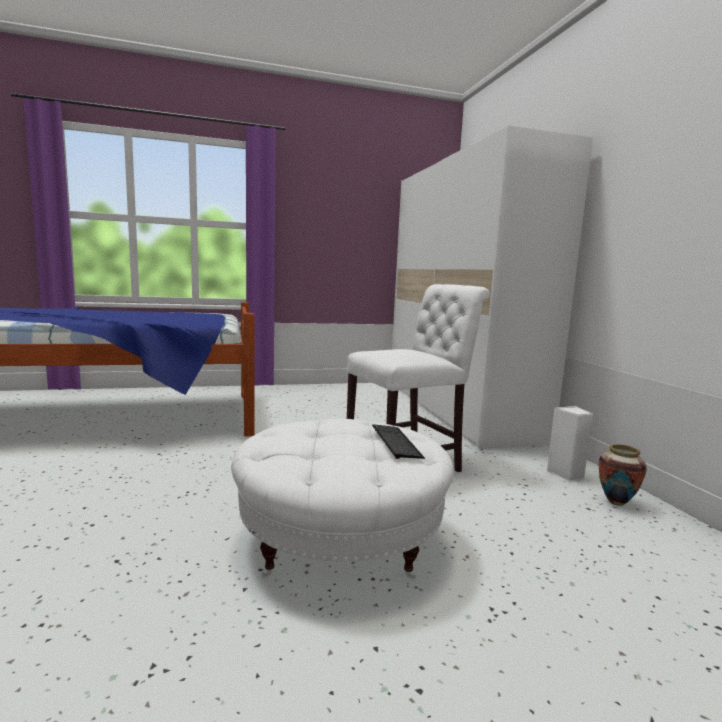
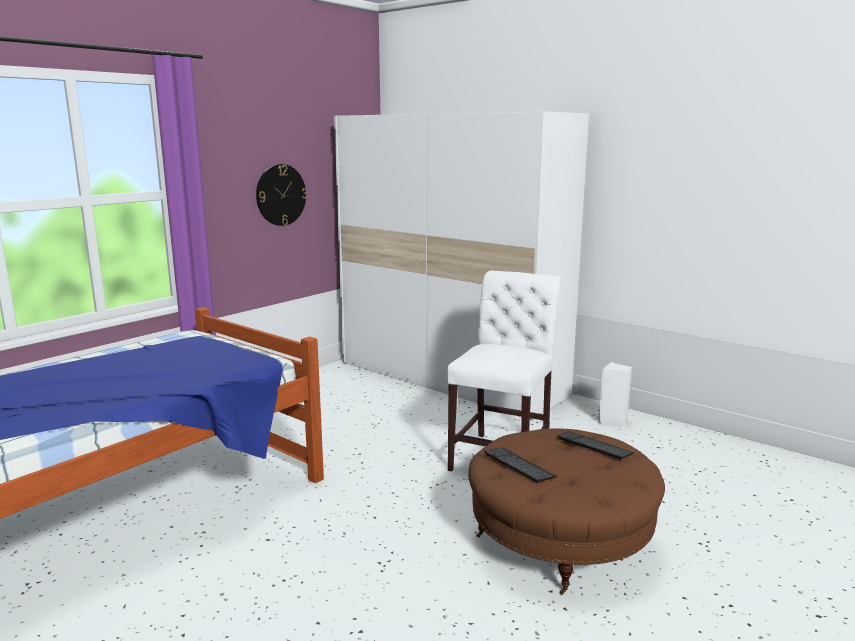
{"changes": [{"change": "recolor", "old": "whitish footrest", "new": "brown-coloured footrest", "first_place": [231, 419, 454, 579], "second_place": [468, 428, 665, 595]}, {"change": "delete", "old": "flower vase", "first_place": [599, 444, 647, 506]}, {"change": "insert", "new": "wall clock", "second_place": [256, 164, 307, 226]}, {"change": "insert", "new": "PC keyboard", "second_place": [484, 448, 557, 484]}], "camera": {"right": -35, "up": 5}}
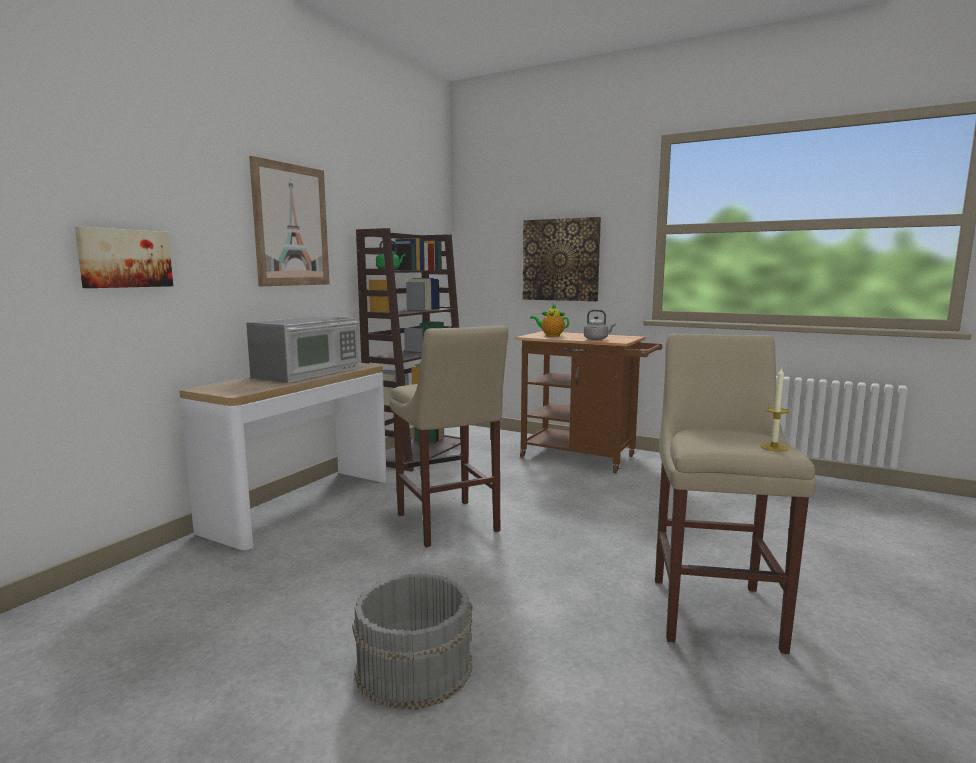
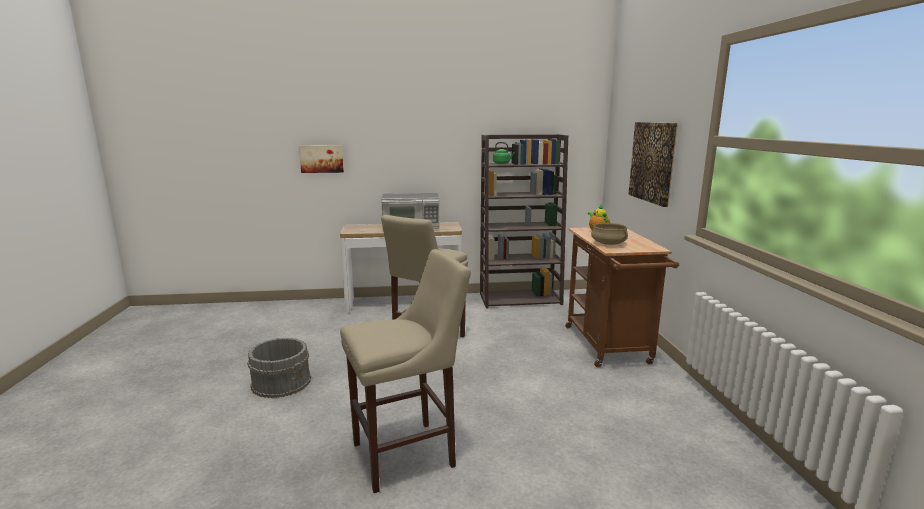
{"changes": [{"change": "delete", "old": "wall art", "first_place": [249, 156, 330, 286]}, {"change": "replace", "old": "grey water kettle", "new": "beige-coloured cooking pot", "first_place": [584, 310, 616, 340], "second_place": [591, 223, 628, 245]}, {"change": "delete", "old": "wax candle", "first_place": [760, 367, 790, 452]}], "camera": {"right": 55, "up": 5}}
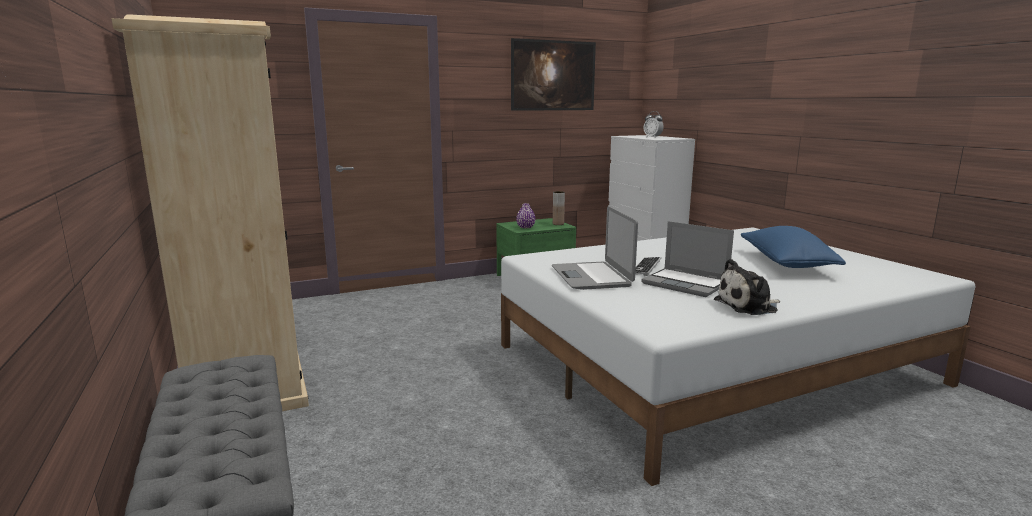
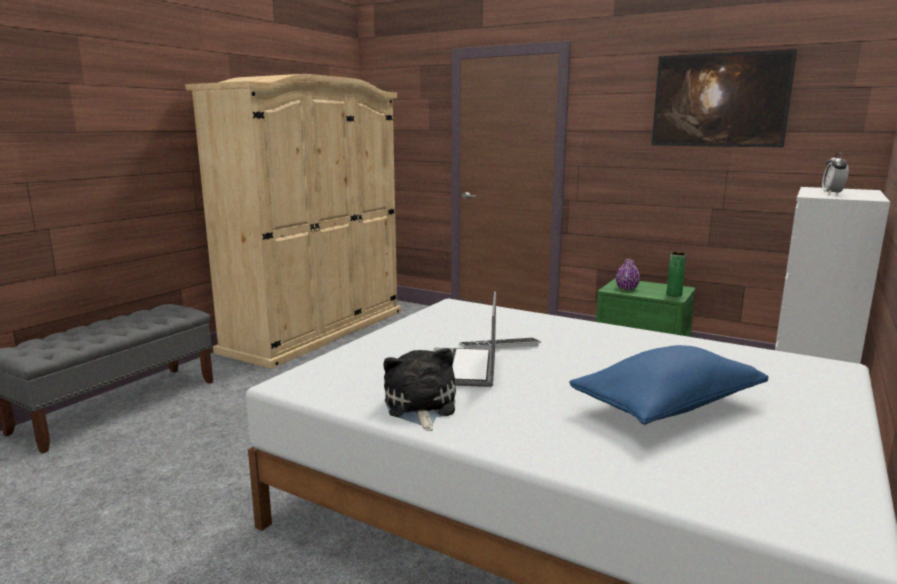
{"changes": [{"change": "delete", "old": "portable computer", "first_place": [552, 206, 638, 290]}, {"change": "recolor", "old": "brown-coloured flower vase", "new": "green flower vase", "first_place": [553, 191, 565, 225], "second_place": [666, 252, 686, 297]}, {"change": "rotate", "old": "cuddly toy", "first_place": [714, 259, 780, 315], "second_place": [383, 348, 456, 431], "degrees": 45}], "camera": {"right": 55, "up": 0}}
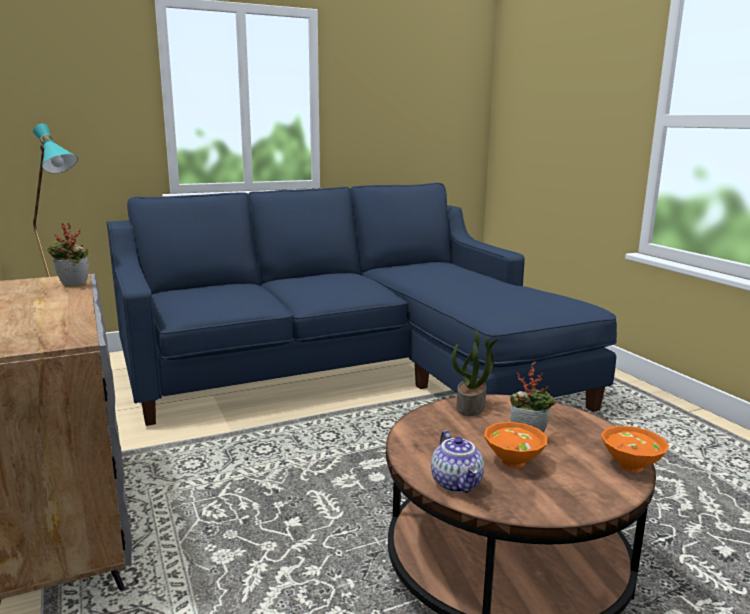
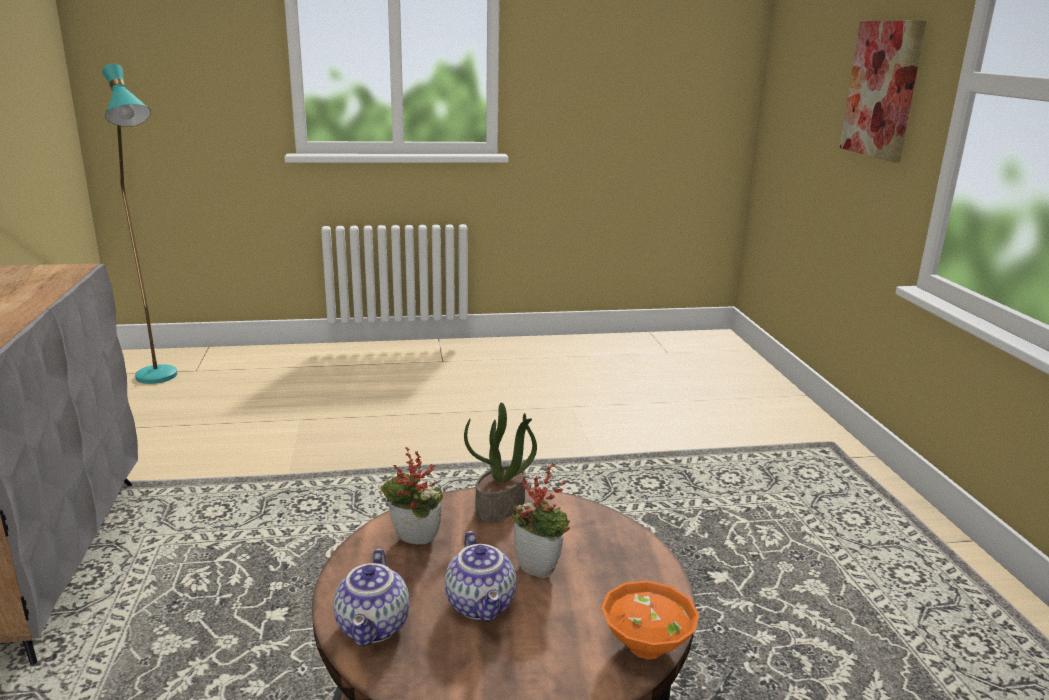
{"changes": [{"change": "move", "old": "plant in a pot", "first_place": [46, 222, 89, 286], "second_place": [380, 447, 443, 544]}, {"change": "delete", "old": "bluish sofa", "first_place": [107, 183, 617, 426]}, {"change": "replace", "old": "orange-coloured serving bowl", "new": "tea pot", "first_place": [484, 422, 547, 468], "second_place": [445, 531, 516, 622]}, {"change": "insert", "new": "wall art", "second_place": [840, 20, 927, 162]}], "camera": {"right": 15, "up": 5}}
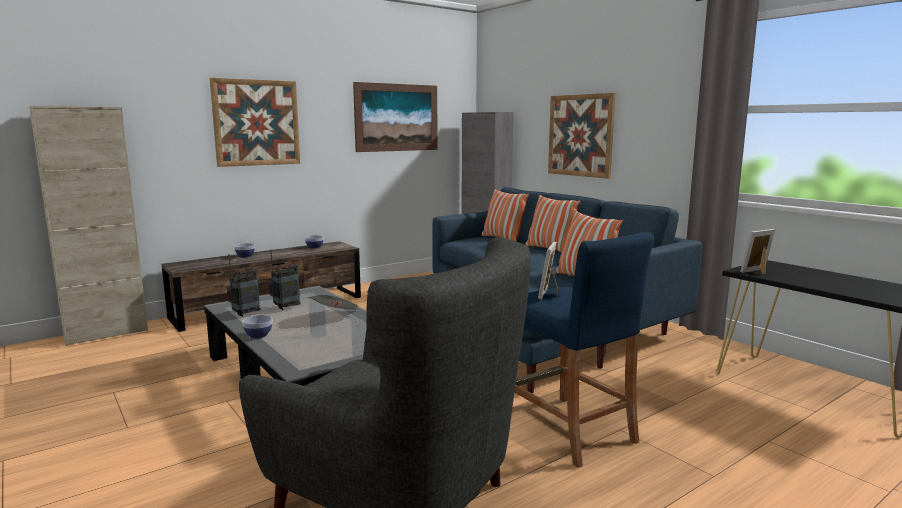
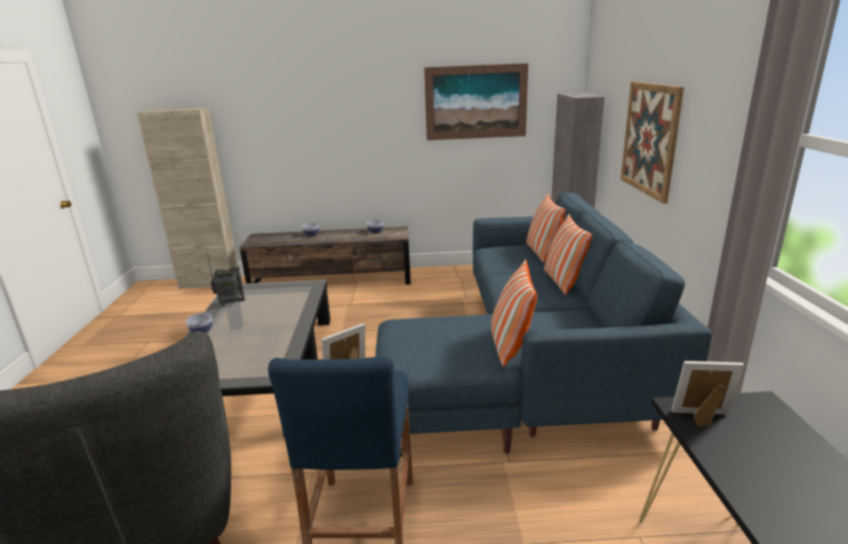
{"changes": [{"change": "delete", "old": "wall art", "first_place": [210, 78, 300, 167]}, {"change": "delete", "old": "radio receiver", "first_place": [269, 249, 301, 310]}, {"change": "delete", "old": "daily paper", "first_place": [308, 295, 359, 310]}], "camera": {"right": 35, "up": 10}}
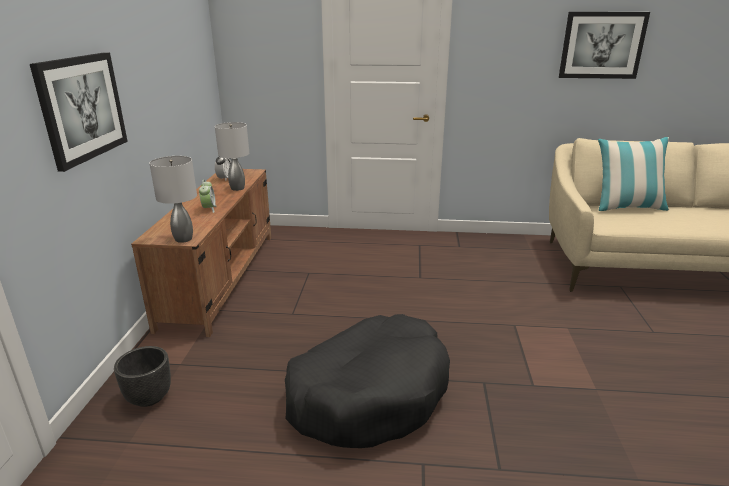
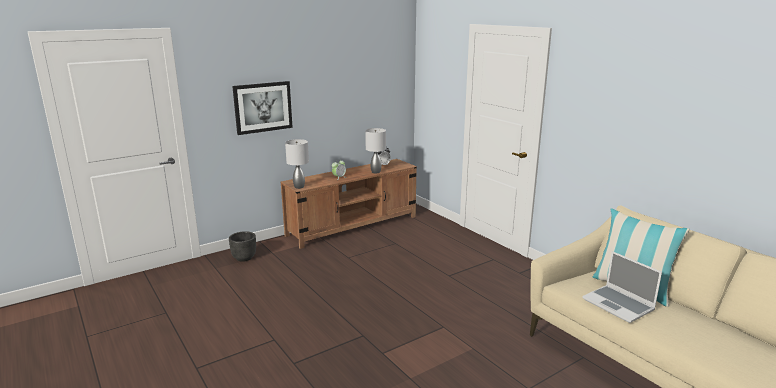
{"changes": [{"change": "delete", "old": "black-coloured dog cushion", "first_place": [285, 314, 450, 448]}, {"change": "delete", "old": "wall art", "first_place": [559, 12, 650, 79]}, {"change": "insert", "new": "portable computer", "second_place": [582, 251, 662, 323]}], "camera": {"right": 50, "up": -5}}
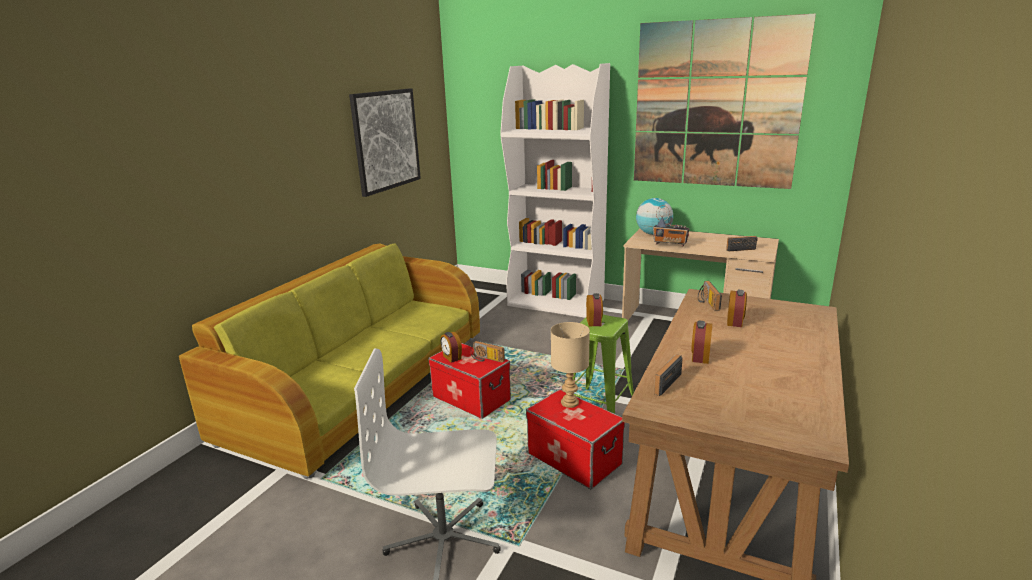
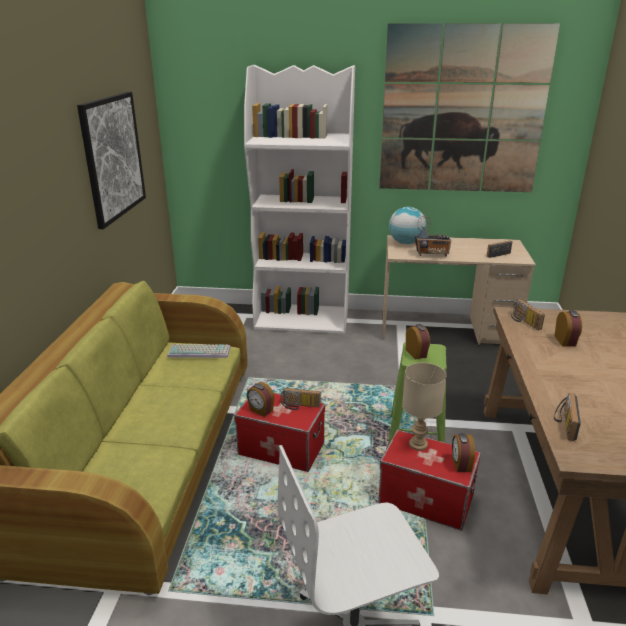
{"changes": [{"change": "move", "old": "table clock", "first_place": [691, 320, 712, 364], "second_place": [452, 433, 475, 472]}, {"change": "insert", "new": "PC keyboard", "second_place": [167, 344, 231, 358]}], "camera": {"right": -20, "up": 5}}
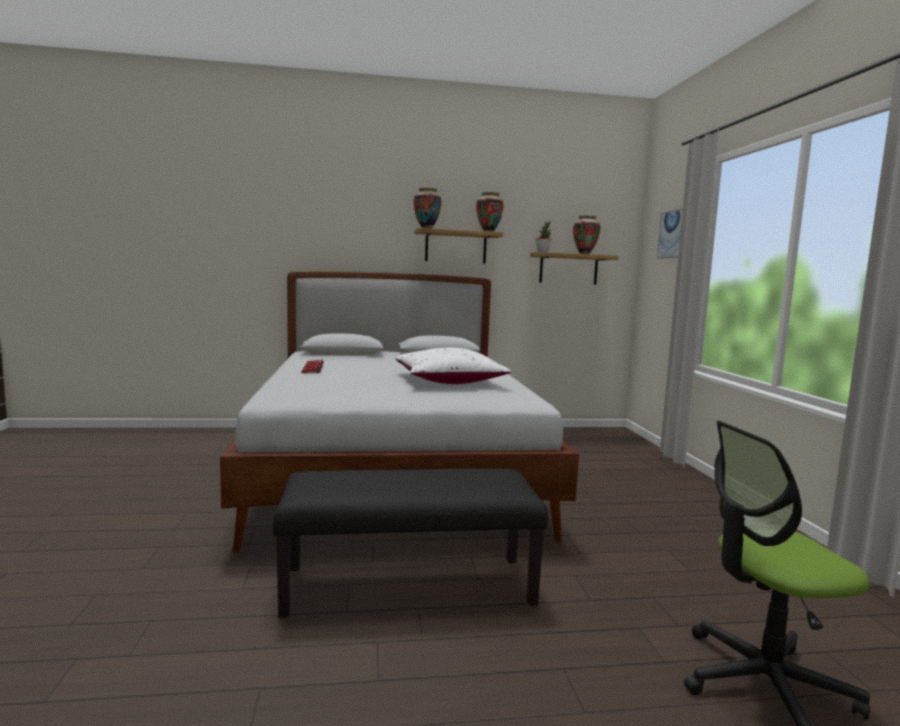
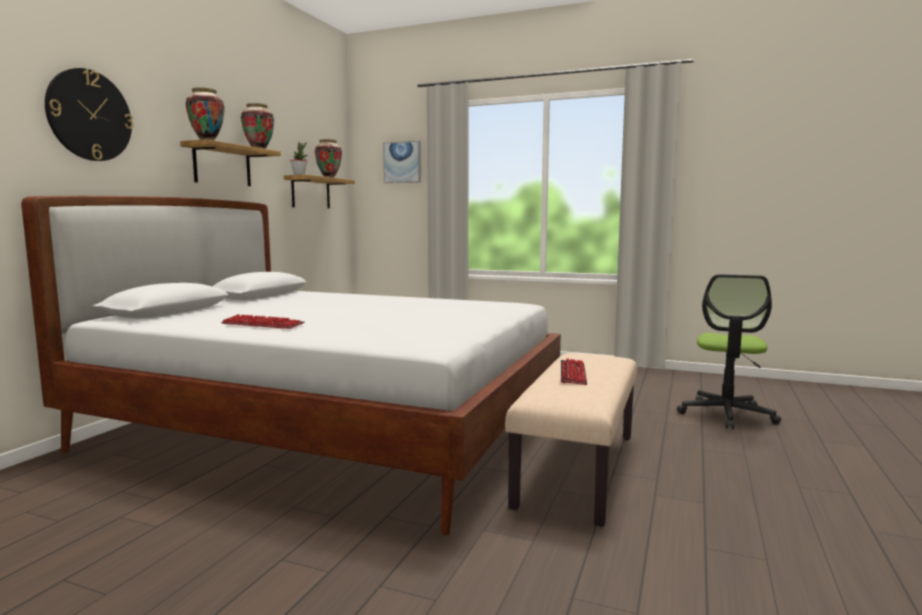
{"changes": [{"change": "recolor", "old": "black-coloured bench", "new": "beige-coloured bench", "first_place": [273, 469, 548, 618], "second_place": [505, 353, 637, 527]}, {"change": "delete", "old": "whitish pillow", "first_place": [395, 348, 512, 384]}, {"change": "insert", "new": "wall clock", "second_place": [45, 68, 133, 161]}, {"change": "insert", "new": "PC keyboard", "second_place": [561, 358, 587, 385]}], "camera": {"right": -60, "up": 0}}
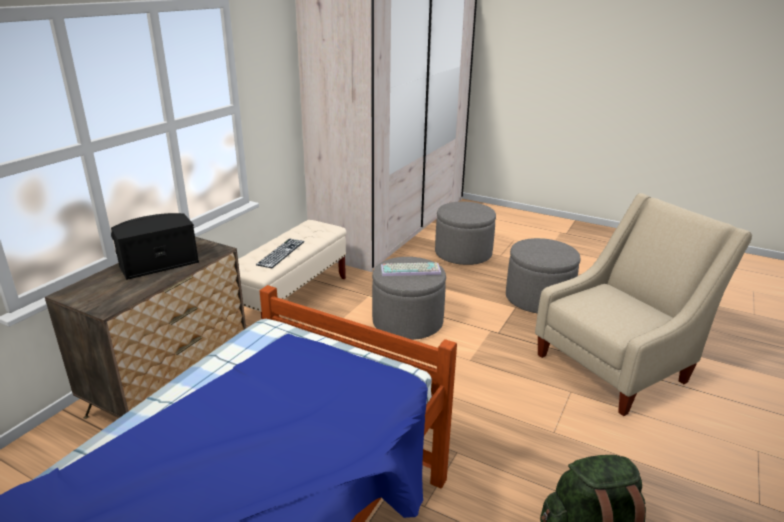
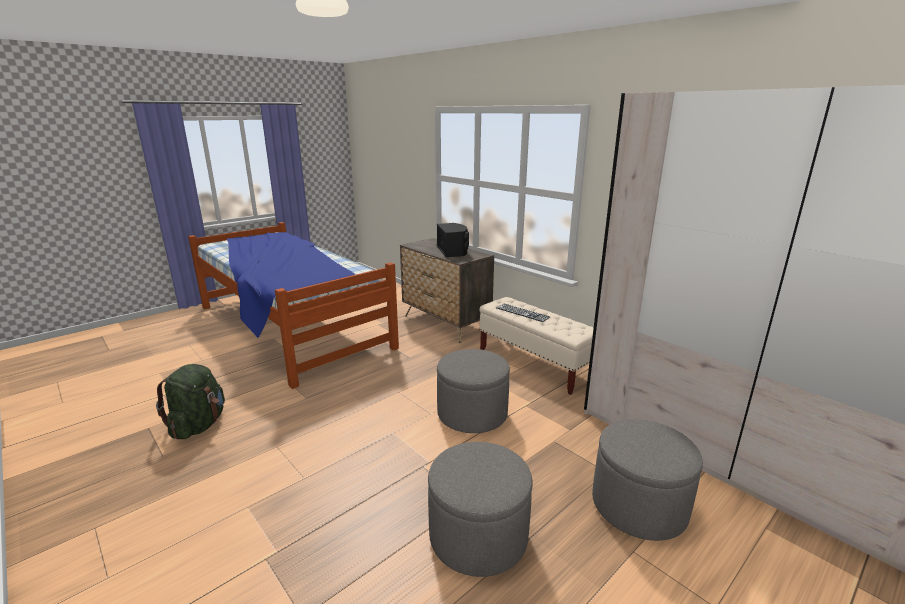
{"changes": [{"change": "delete", "old": "PC keyboard", "first_place": [381, 262, 441, 276]}, {"change": "delete", "old": "beige-coloured armchair", "first_place": [535, 193, 752, 416]}], "camera": {"right": 110, "up": -5}}
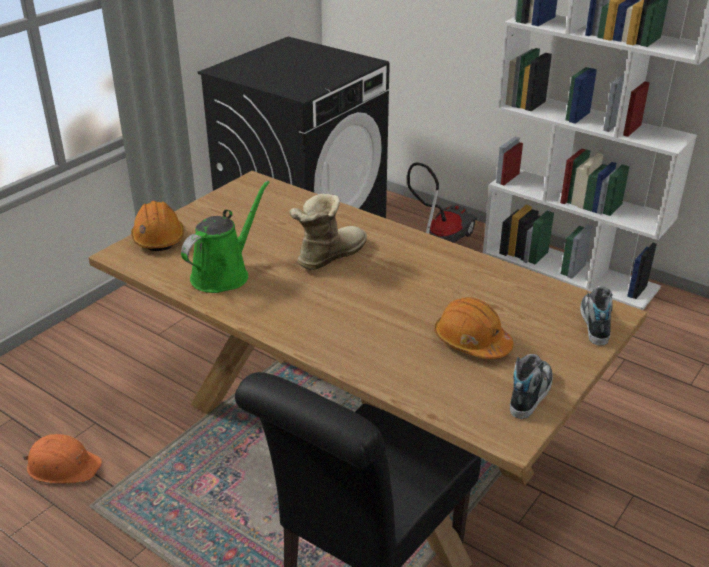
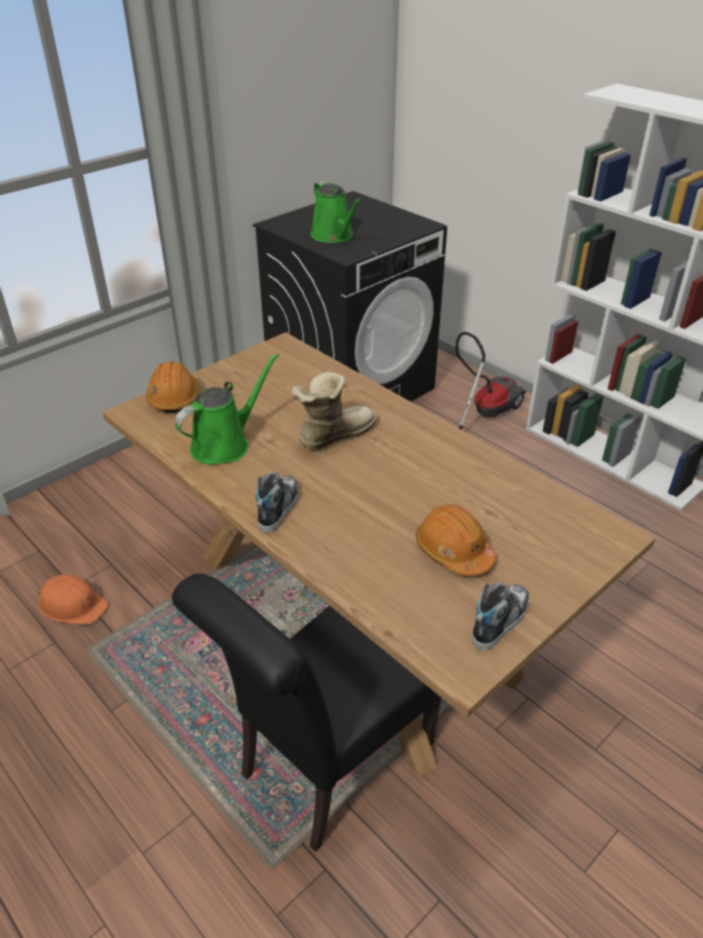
{"changes": [{"change": "move", "old": "shoe", "first_place": [580, 286, 613, 346], "second_place": [255, 472, 298, 533]}, {"change": "insert", "new": "green watering pot", "second_place": [311, 181, 362, 243]}], "camera": {"right": 10, "up": 5}}
